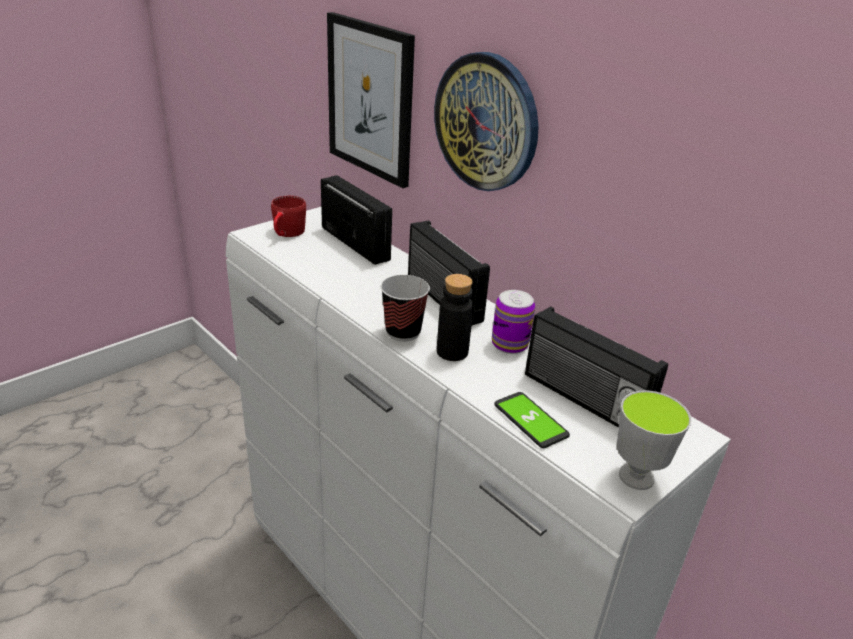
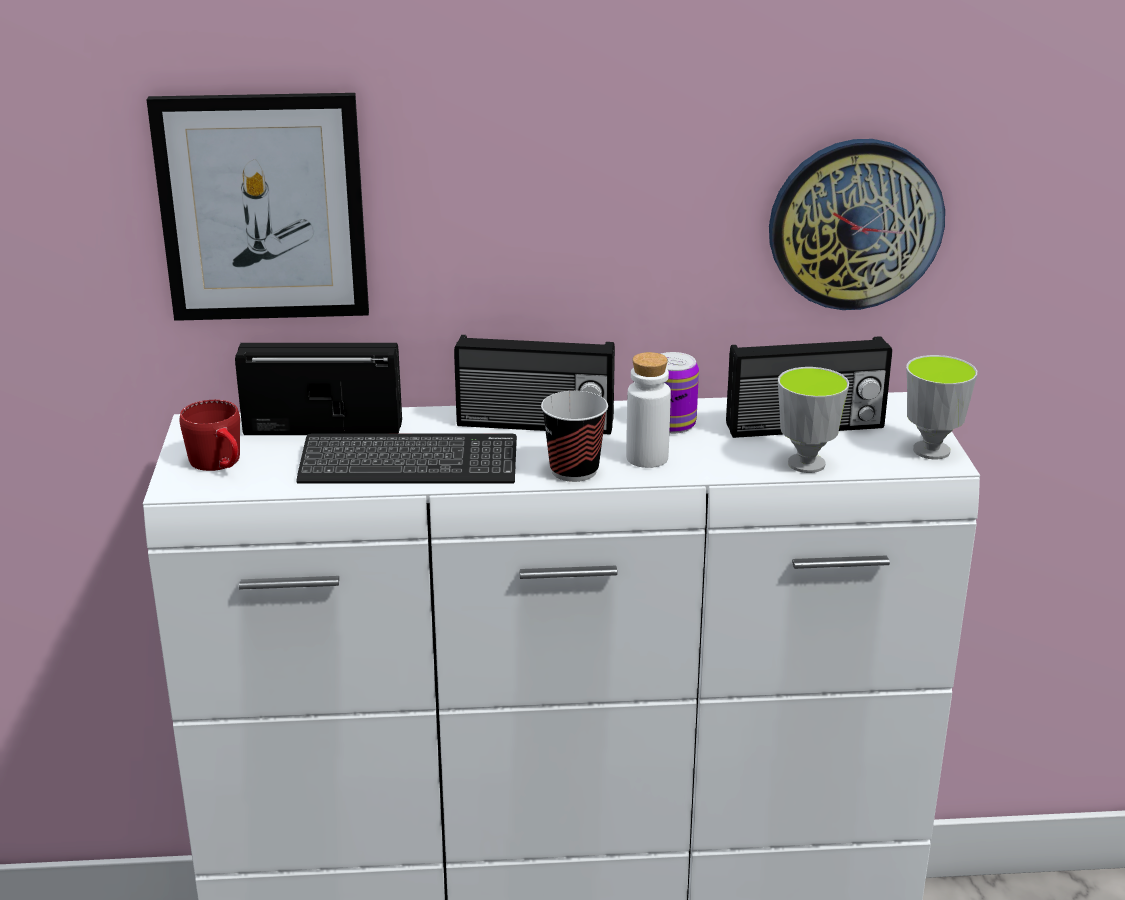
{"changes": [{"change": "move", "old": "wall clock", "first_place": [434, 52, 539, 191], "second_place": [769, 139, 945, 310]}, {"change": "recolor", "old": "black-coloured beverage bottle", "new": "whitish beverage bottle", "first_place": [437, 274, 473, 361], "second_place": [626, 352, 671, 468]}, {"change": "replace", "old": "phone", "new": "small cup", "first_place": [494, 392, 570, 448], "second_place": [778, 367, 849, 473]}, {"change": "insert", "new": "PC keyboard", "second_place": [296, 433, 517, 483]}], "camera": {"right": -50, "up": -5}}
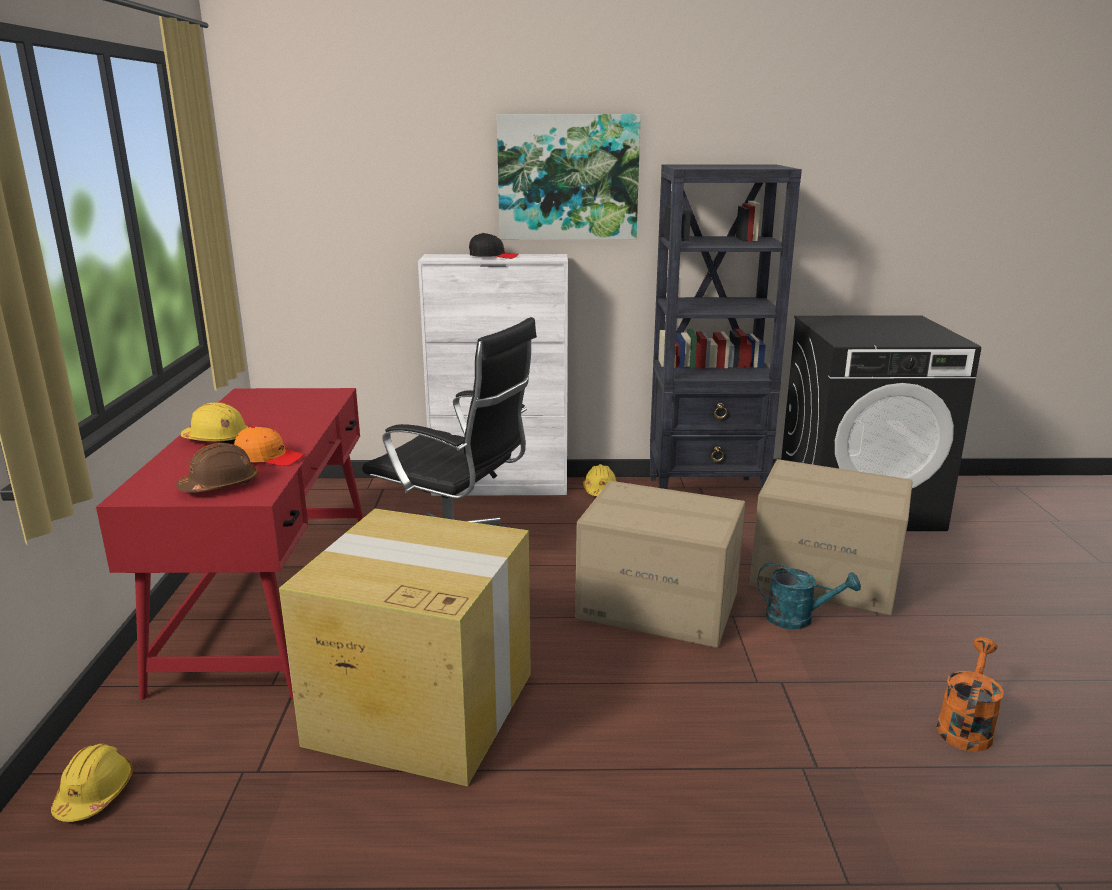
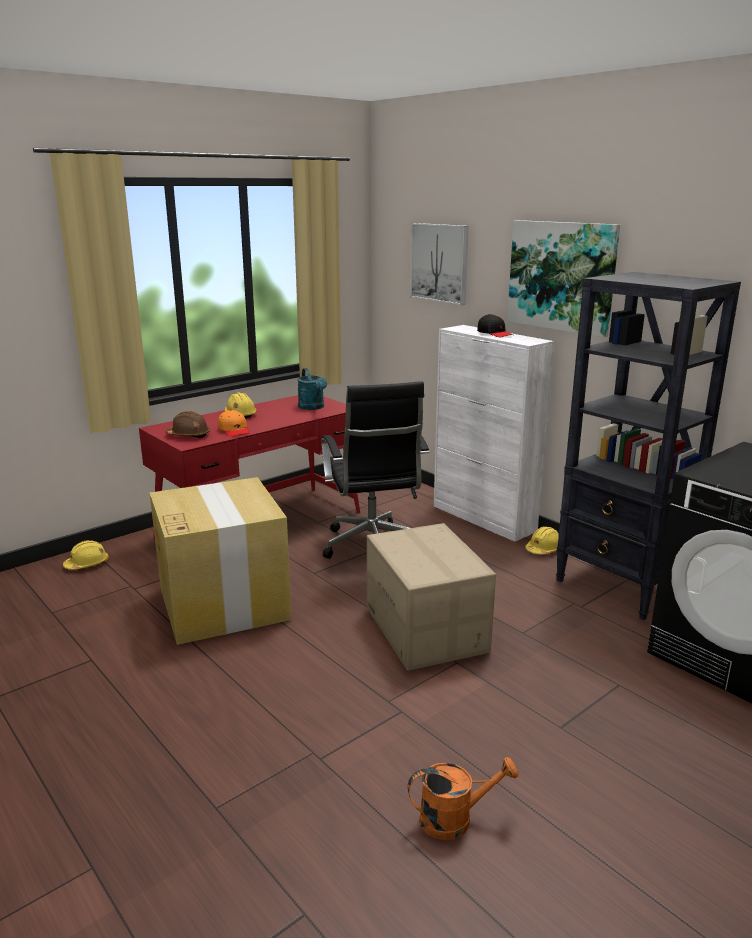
{"changes": [{"change": "delete", "old": "carton", "first_place": [749, 459, 913, 615]}, {"change": "move", "old": "turquoise watering pot", "first_place": [757, 562, 861, 629], "second_place": [297, 368, 327, 410]}, {"change": "insert", "new": "wall art", "second_place": [410, 223, 469, 305]}], "camera": {"right": 50, "up": 0}}
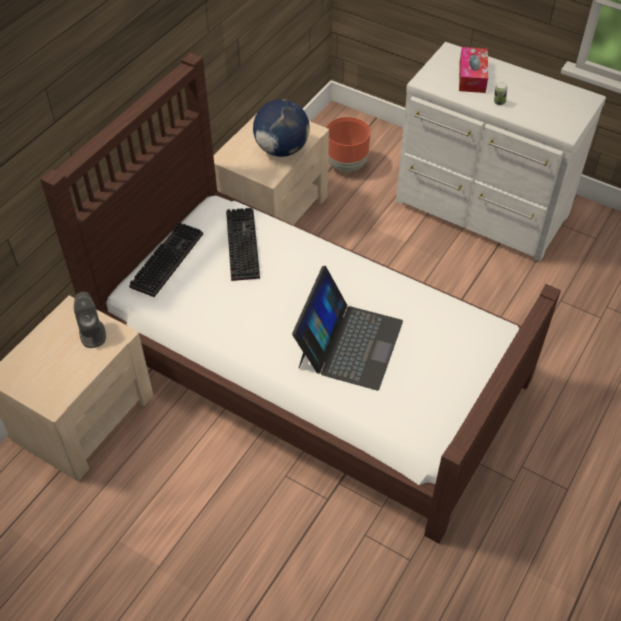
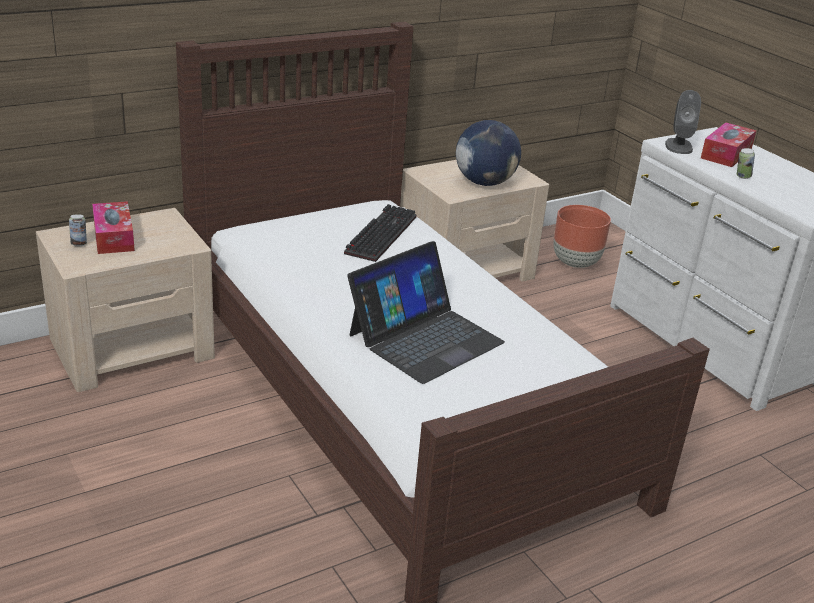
{"changes": [{"change": "move", "old": "grey speaker", "first_place": [74, 292, 106, 348], "second_place": [665, 90, 701, 154]}, {"change": "delete", "old": "PC keyboard", "first_place": [129, 222, 203, 297]}, {"change": "insert", "new": "metal can", "second_place": [69, 214, 87, 246]}, {"change": "insert", "new": "box of tissues", "second_place": [92, 201, 135, 254]}], "camera": {"right": 25, "up": -20}}
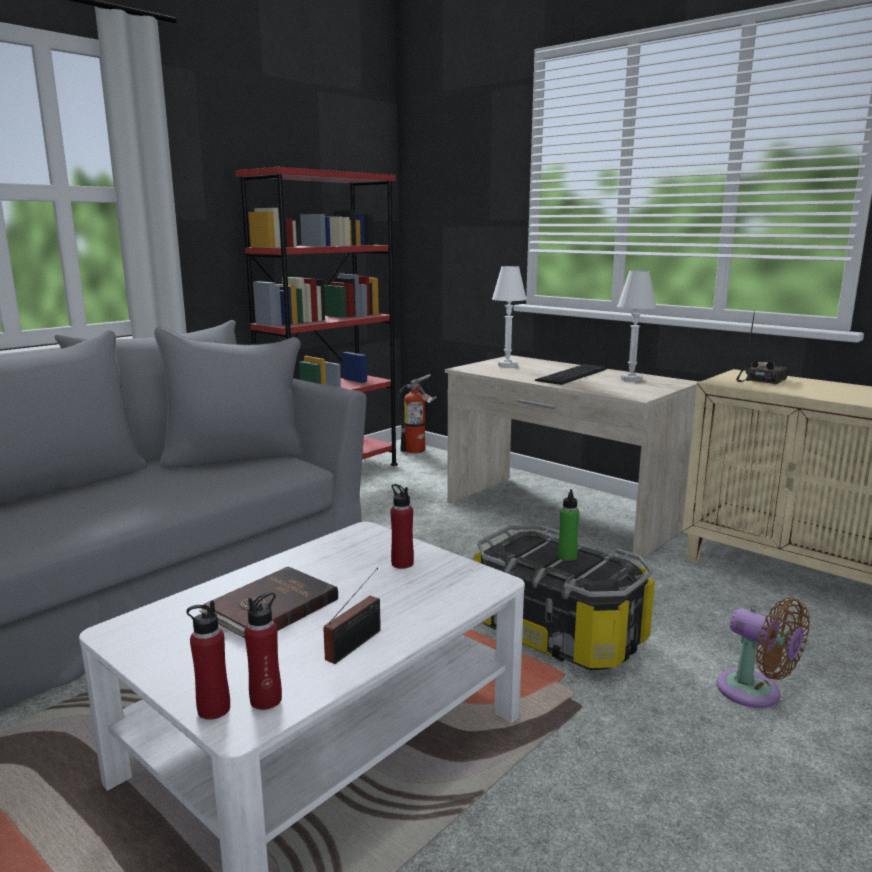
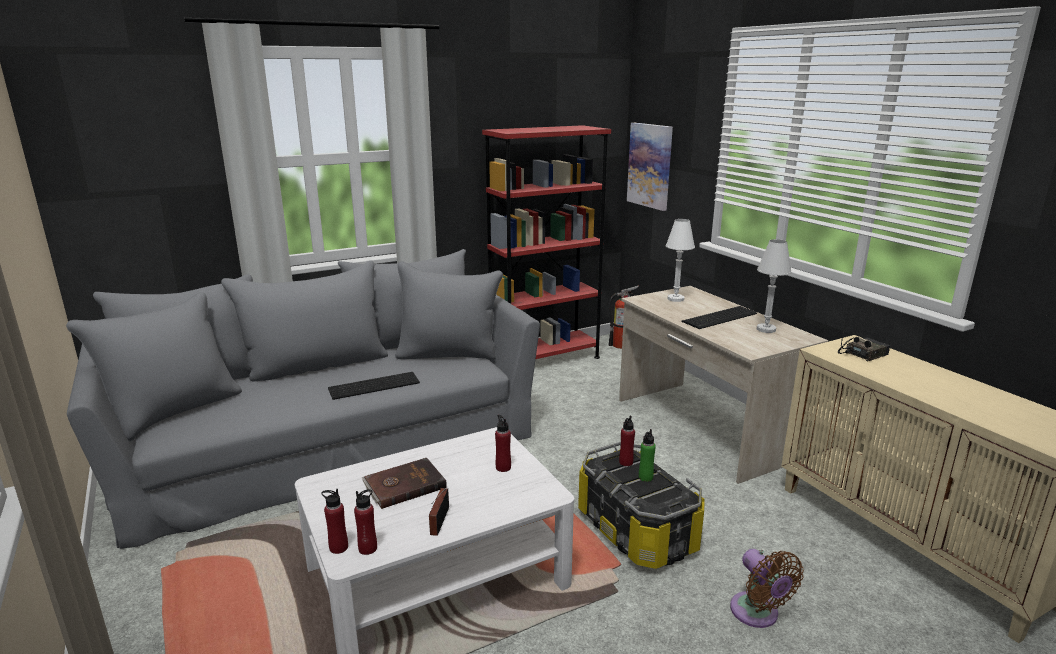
{"changes": [{"change": "rotate", "old": "radio receiver", "first_place": [323, 567, 381, 664], "second_place": [429, 488, 449, 536], "degrees": 135}, {"change": "insert", "new": "PC keyboard", "second_place": [328, 372, 420, 400]}, {"change": "insert", "new": "reddish beverage bottle", "second_place": [619, 415, 635, 466]}, {"change": "insert", "new": "wall art", "second_place": [627, 123, 673, 211]}], "camera": {"right": 20, "up": 5}}
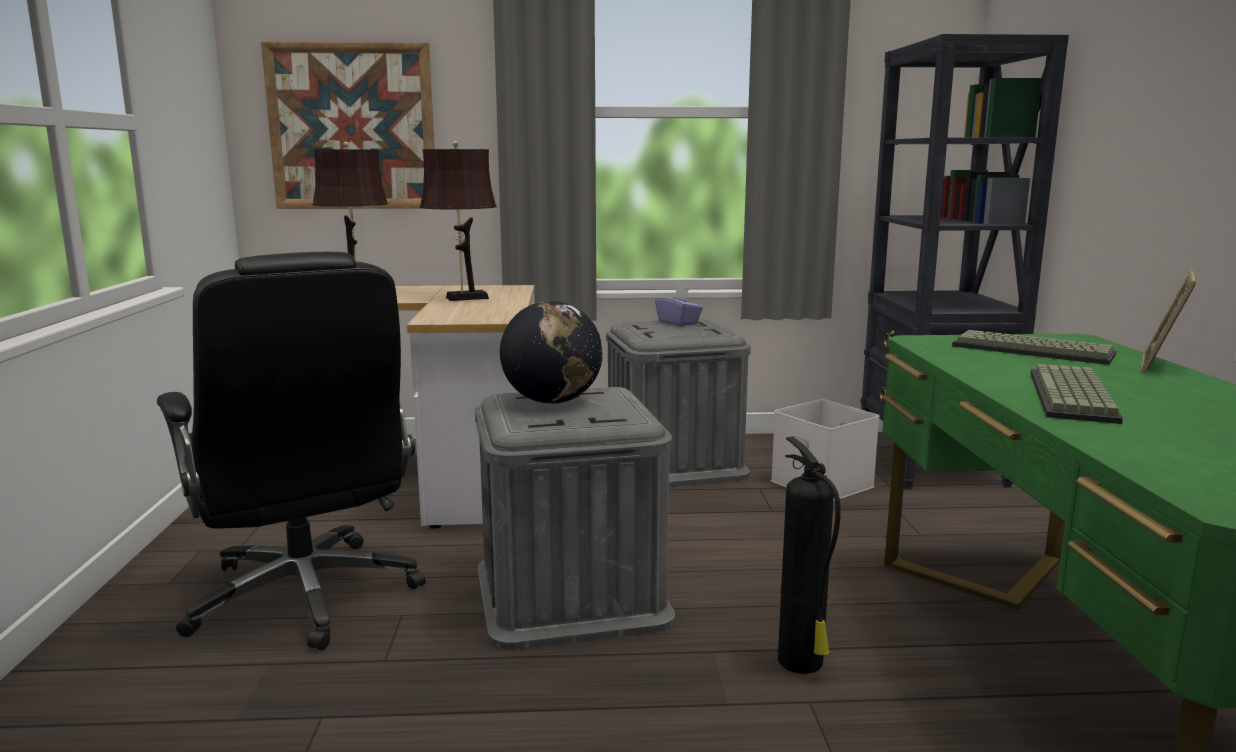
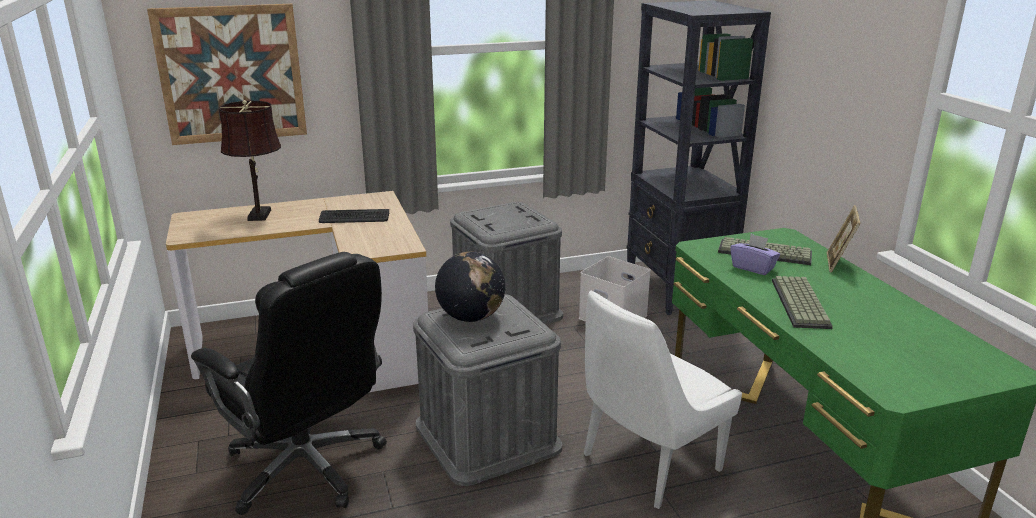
{"changes": [{"change": "replace", "old": "brown-coloured table lamp", "new": "PC keyboard", "first_place": [420, 141, 497, 301], "second_place": [319, 209, 389, 223]}, {"change": "move", "old": "purple box of tissues", "first_place": [655, 287, 703, 326], "second_place": [730, 234, 780, 275]}, {"change": "replace", "old": "extinguisher", "new": "whitish upright chair", "first_place": [778, 437, 841, 674], "second_place": [584, 291, 742, 509]}], "camera": {"right": -15, "up": 10}}
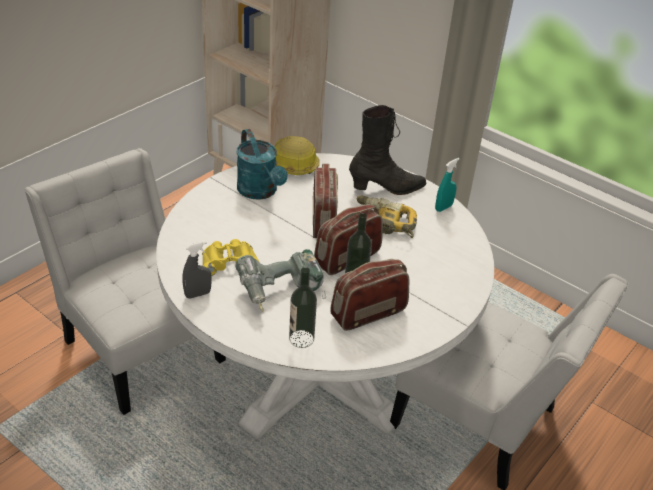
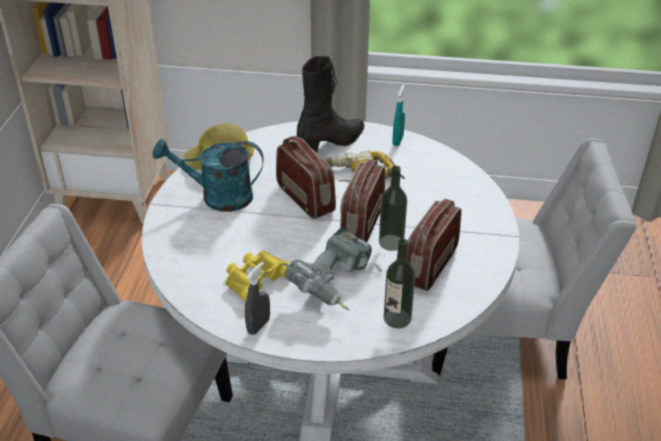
{"changes": [{"change": "rotate", "old": "turquoise watering pot", "first_place": [237, 129, 288, 199], "second_place": [153, 139, 264, 212], "degrees": 150}], "camera": {"right": -30, "up": 0}}
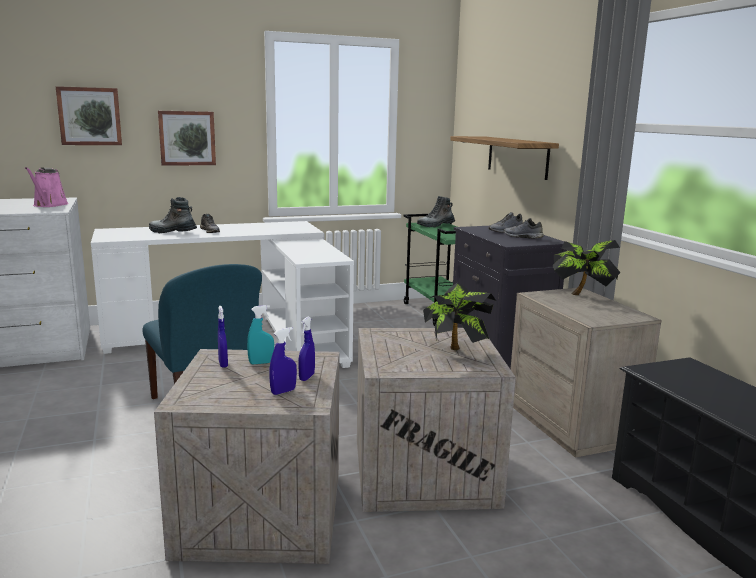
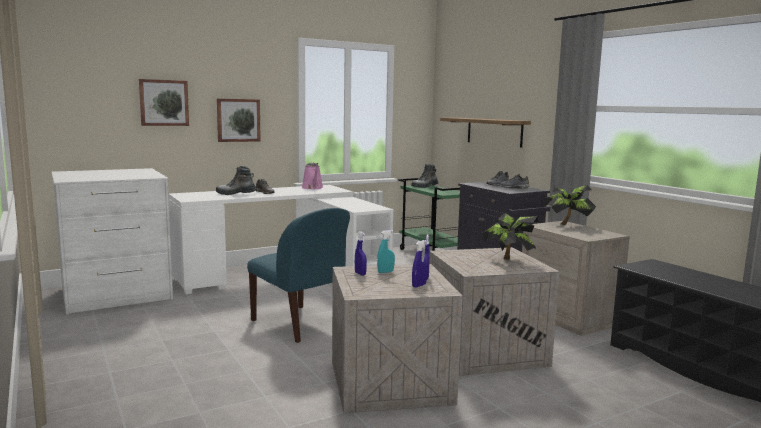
{"changes": [{"change": "move", "old": "pink watering pot", "first_place": [25, 167, 69, 207], "second_place": [302, 163, 323, 189]}], "camera": {"right": -10, "up": -5}}
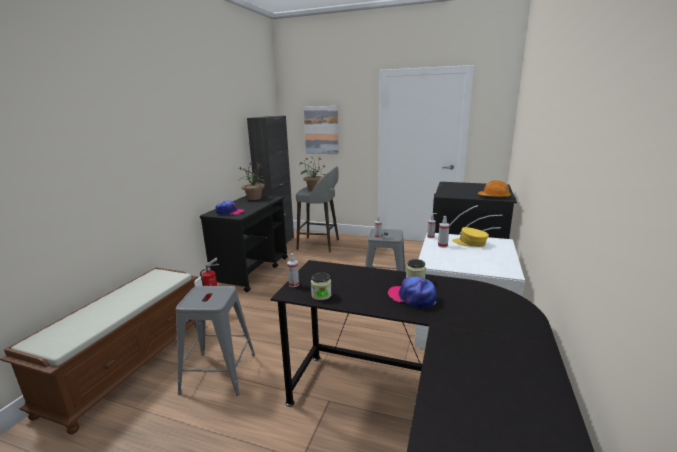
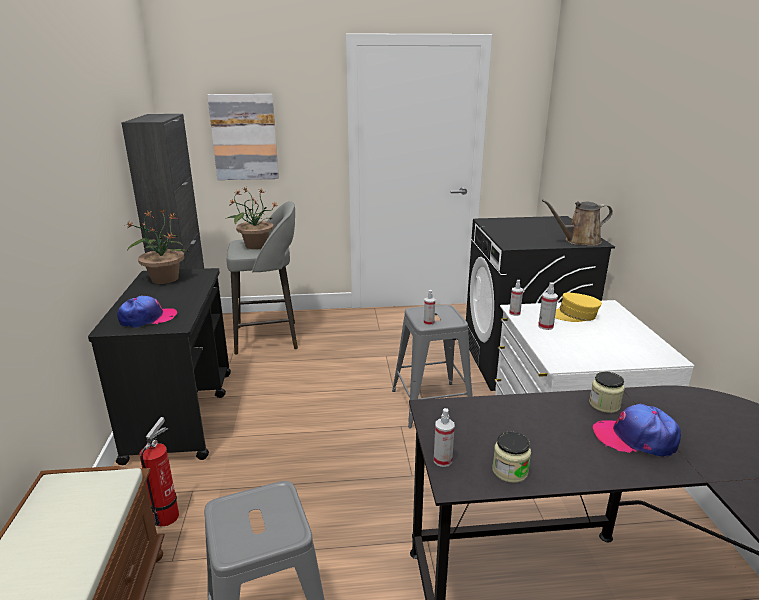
{"changes": [{"change": "replace", "old": "orange-coloured hard hat", "new": "brown-coloured watering pot", "first_place": [478, 180, 511, 199], "second_place": [542, 200, 613, 246]}], "camera": {"right": -25, "up": 5}}
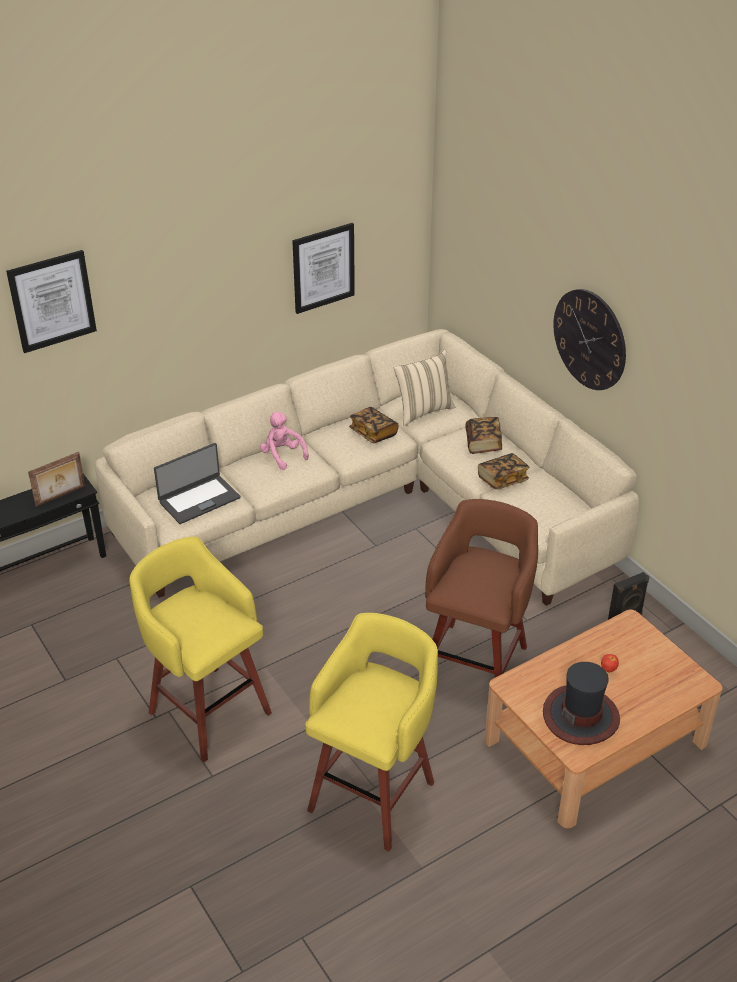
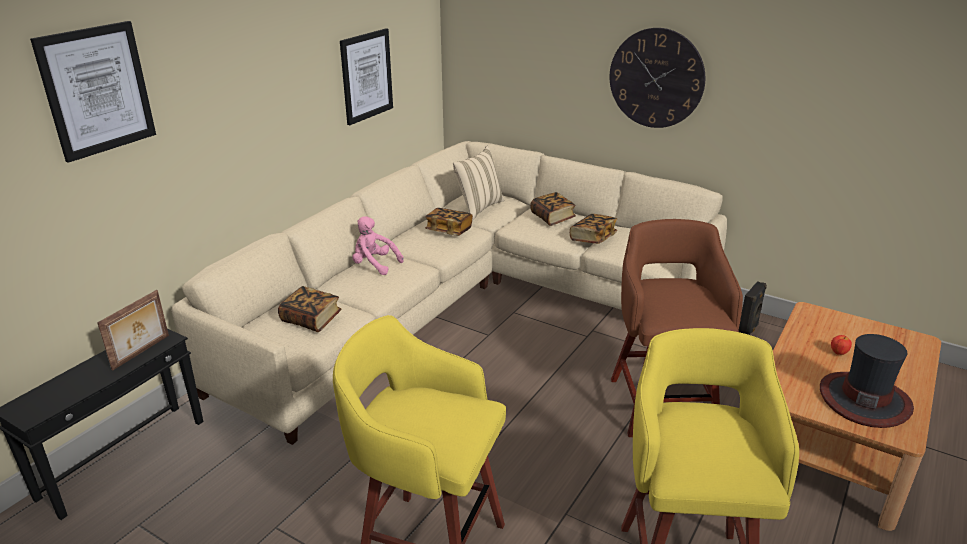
{"changes": [{"change": "replace", "old": "portable computer", "new": "book", "first_place": [154, 443, 240, 524], "second_place": [278, 286, 342, 332]}], "camera": {"right": -25, "up": -10}}
